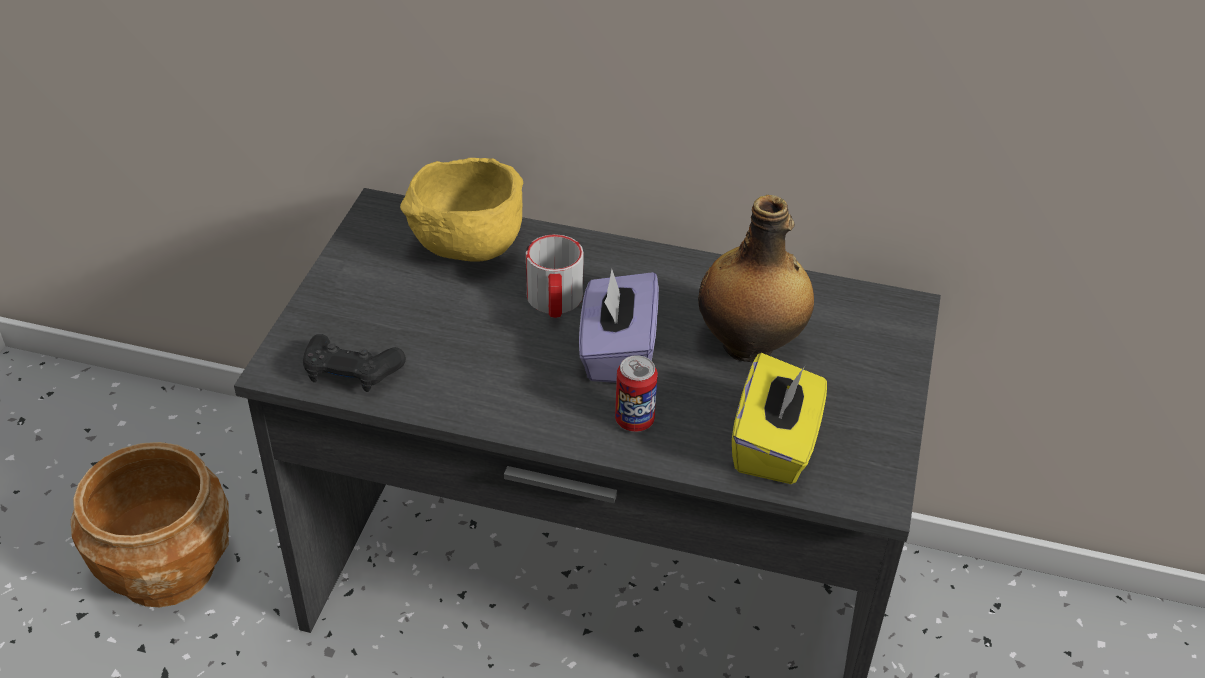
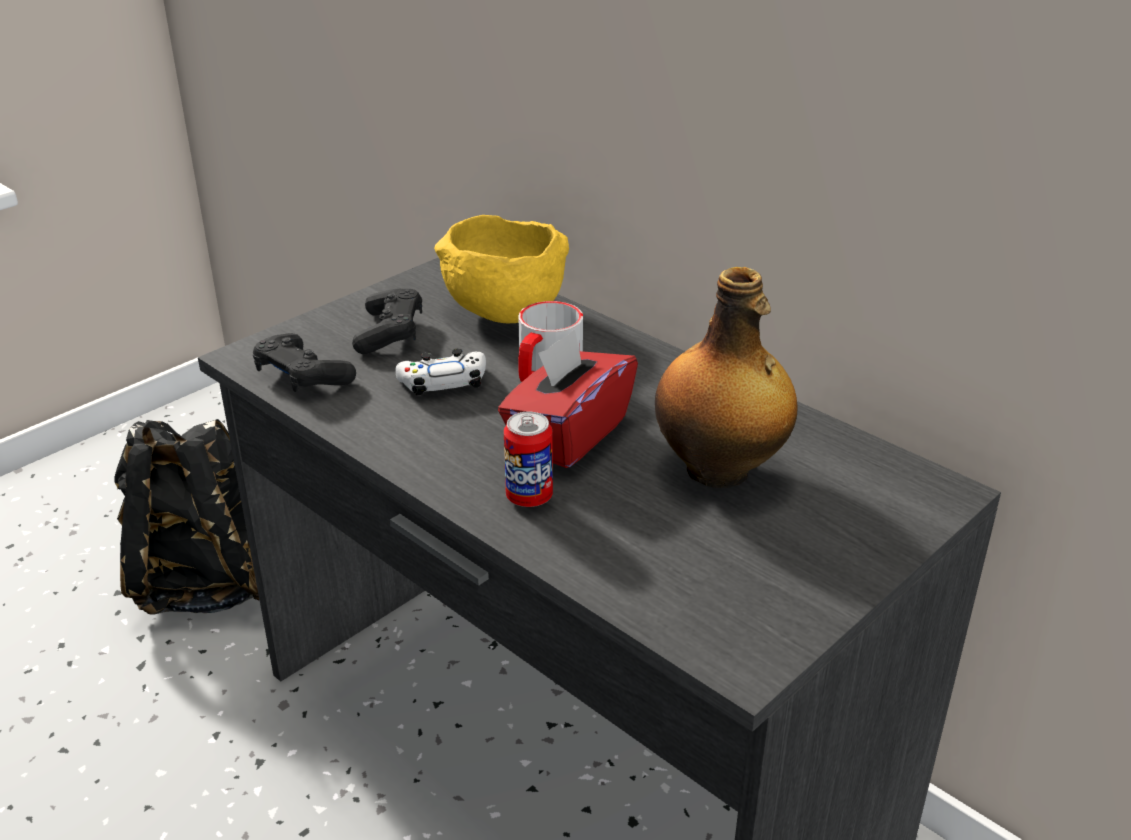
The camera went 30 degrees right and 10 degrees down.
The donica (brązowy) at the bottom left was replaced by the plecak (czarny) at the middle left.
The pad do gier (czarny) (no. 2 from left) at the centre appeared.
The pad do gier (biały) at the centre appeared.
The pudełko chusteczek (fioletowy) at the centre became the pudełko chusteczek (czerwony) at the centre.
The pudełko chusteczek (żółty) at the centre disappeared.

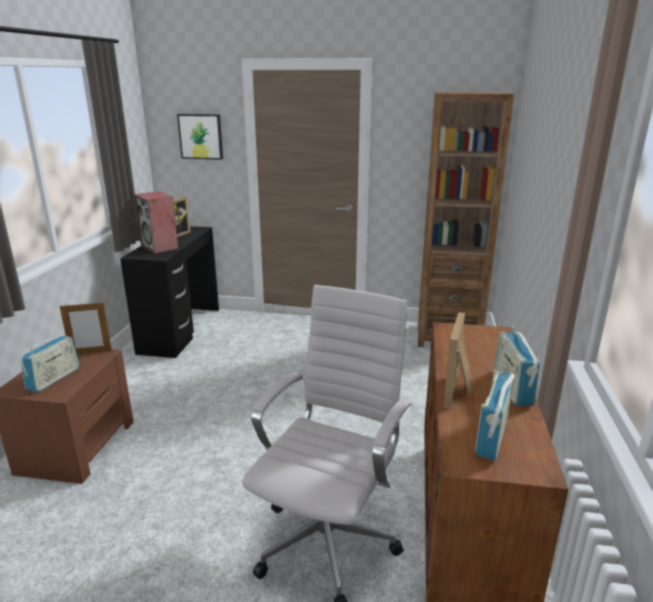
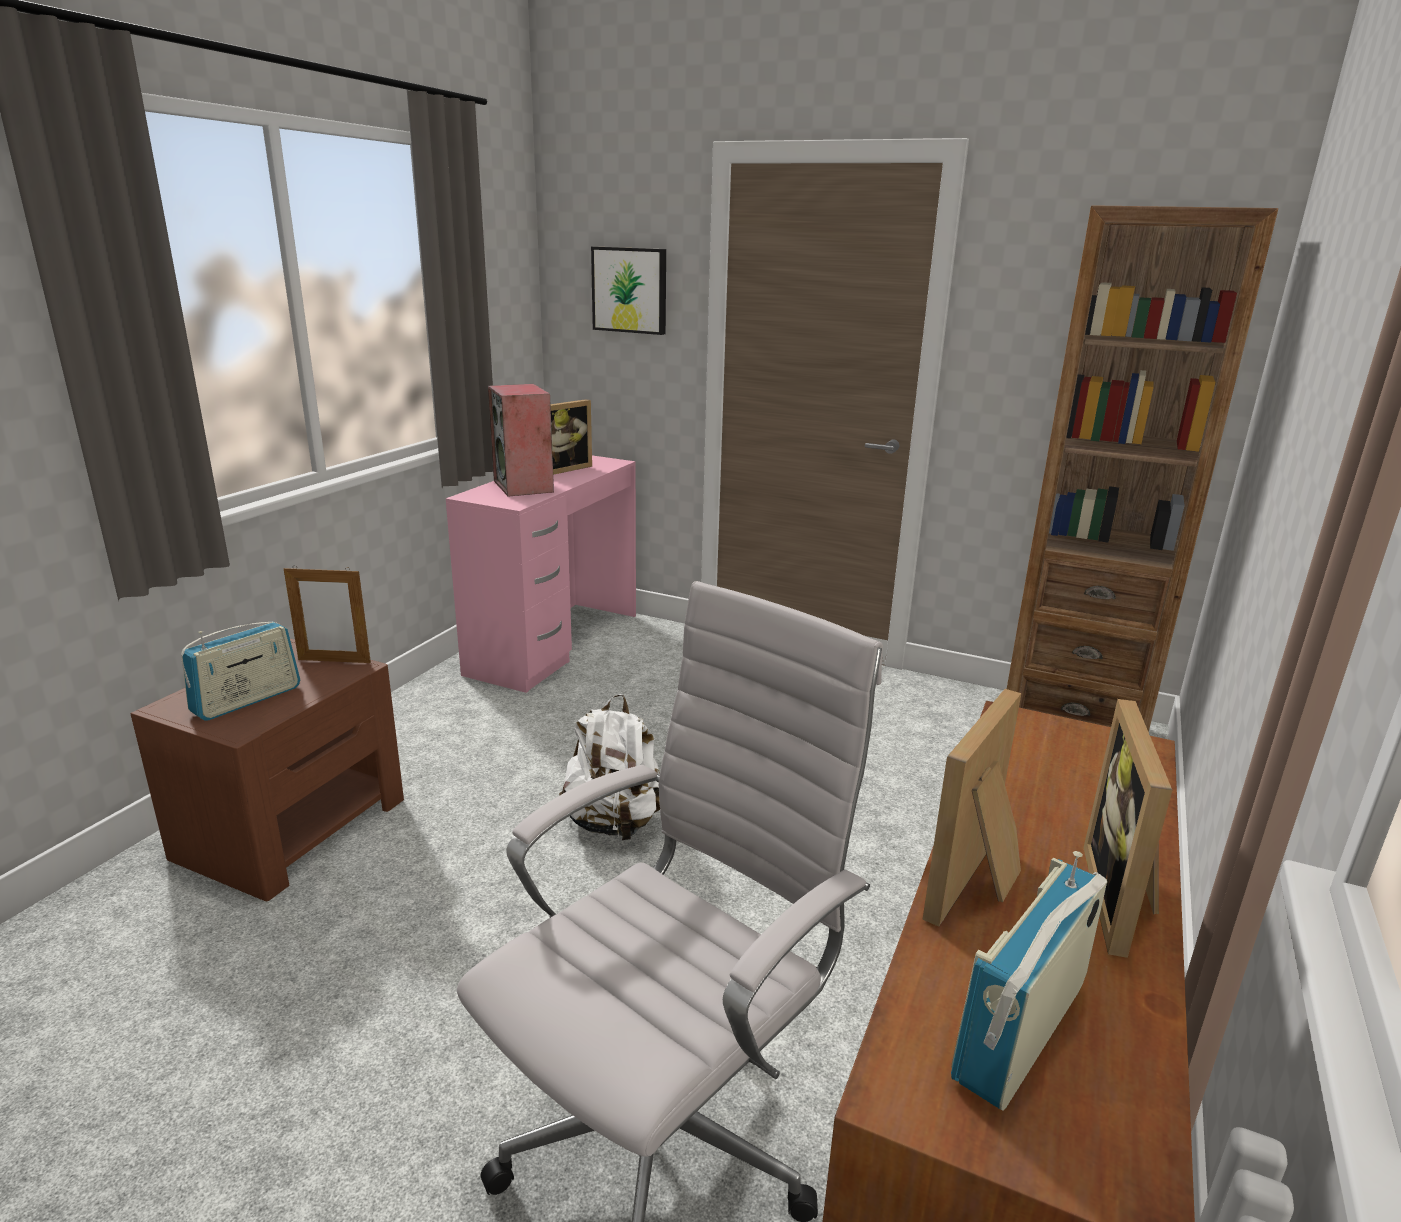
The camera went 15 degrees right and 0 degrees up.
The biurko (czarny) at the middle left became the biurko (różowy) at the centre.
The plecak (biały) at the centre appeared.
The radio (no. 3 from left) at the middle right was replaced by the ramka na zdjęcie (no. 4 from left) at the bottom right.

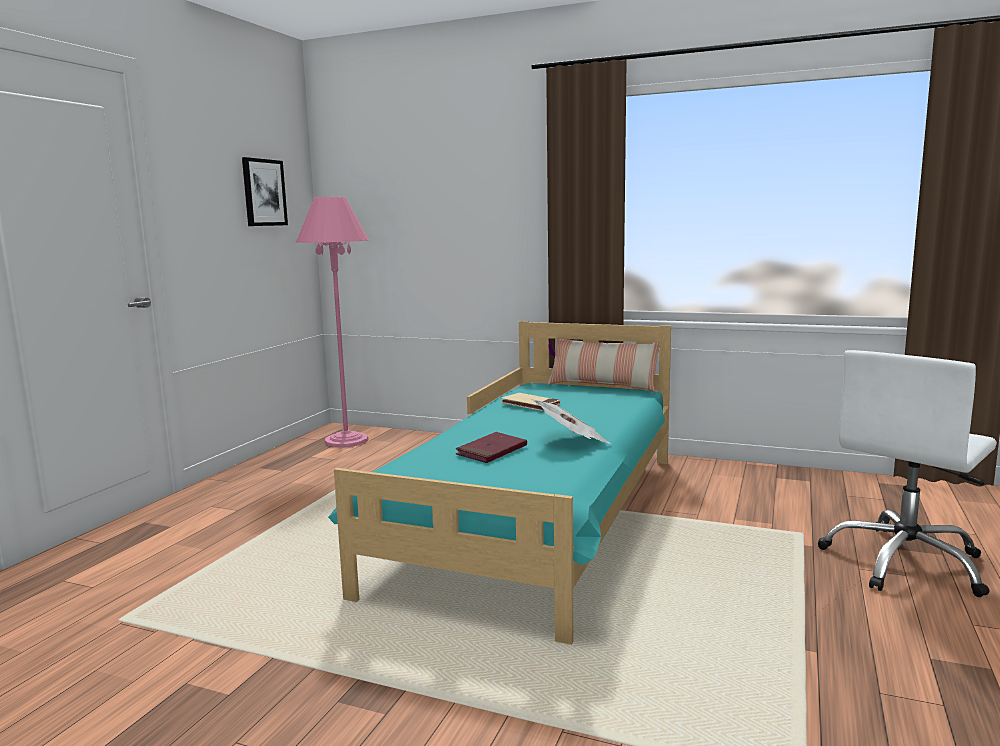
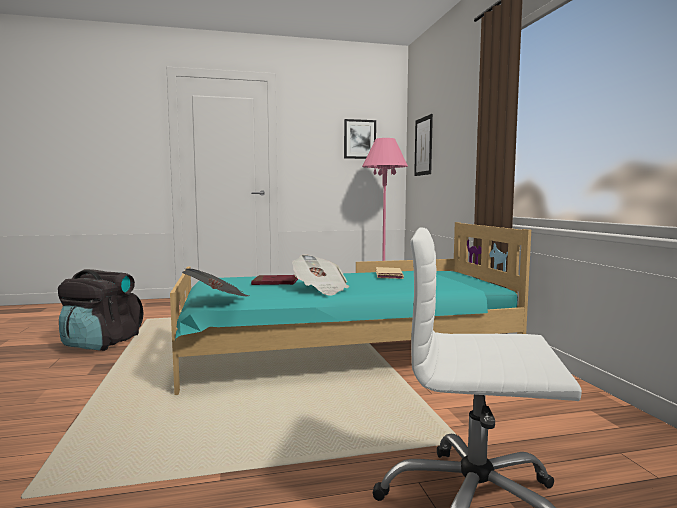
The camera went 55 degrees right and 5 degrees down.
The plecak (czarny) at the middle left appeared.
The gazeta (no. 1 from left) at the middle left appeared.
The obraz (no. 2 from left) at the top centre appeared.
The poduszka at the centre disappeared.

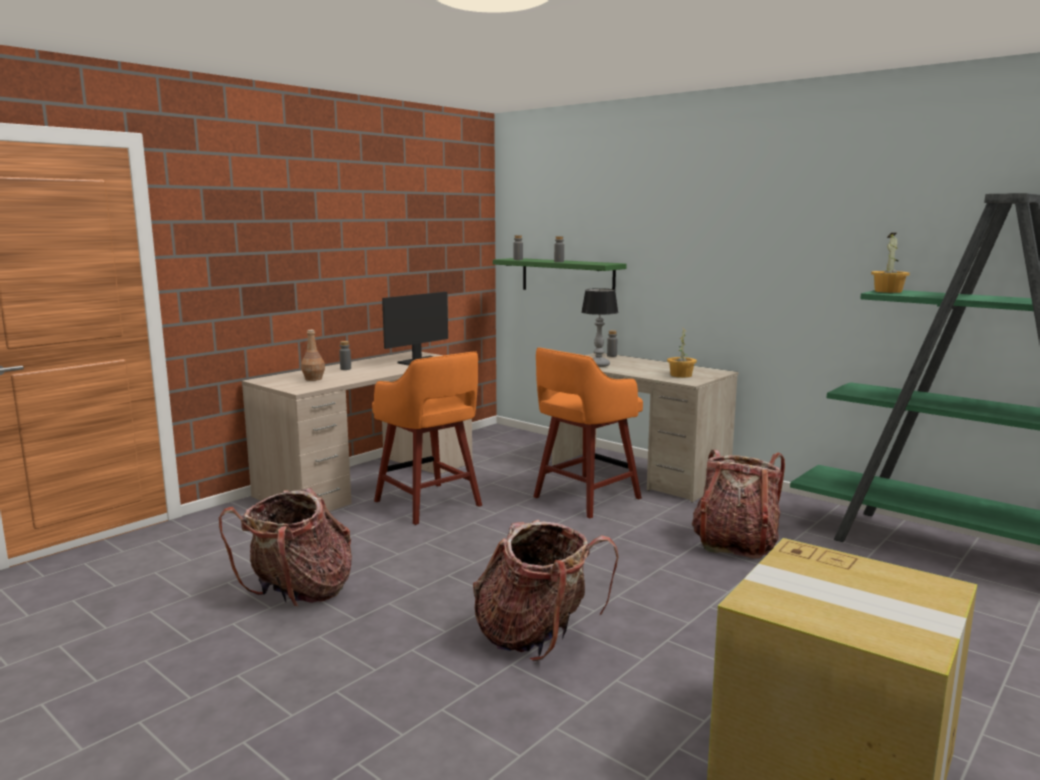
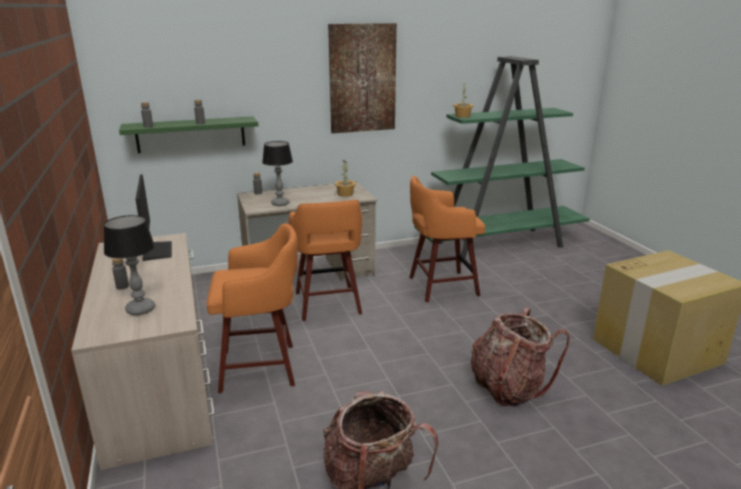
The camera went 60 degrees left and 10 degrees up.
The butelka (brązowy) at the middle left was replaced by the lampa stołowa (no. 1 from left) at the middle left.
The obraz at the top centre appeared.
The plecak (no. 3 from left) at the middle right was replaced by the stołek (pomarańczowy) (no. 3 from left) at the centre.

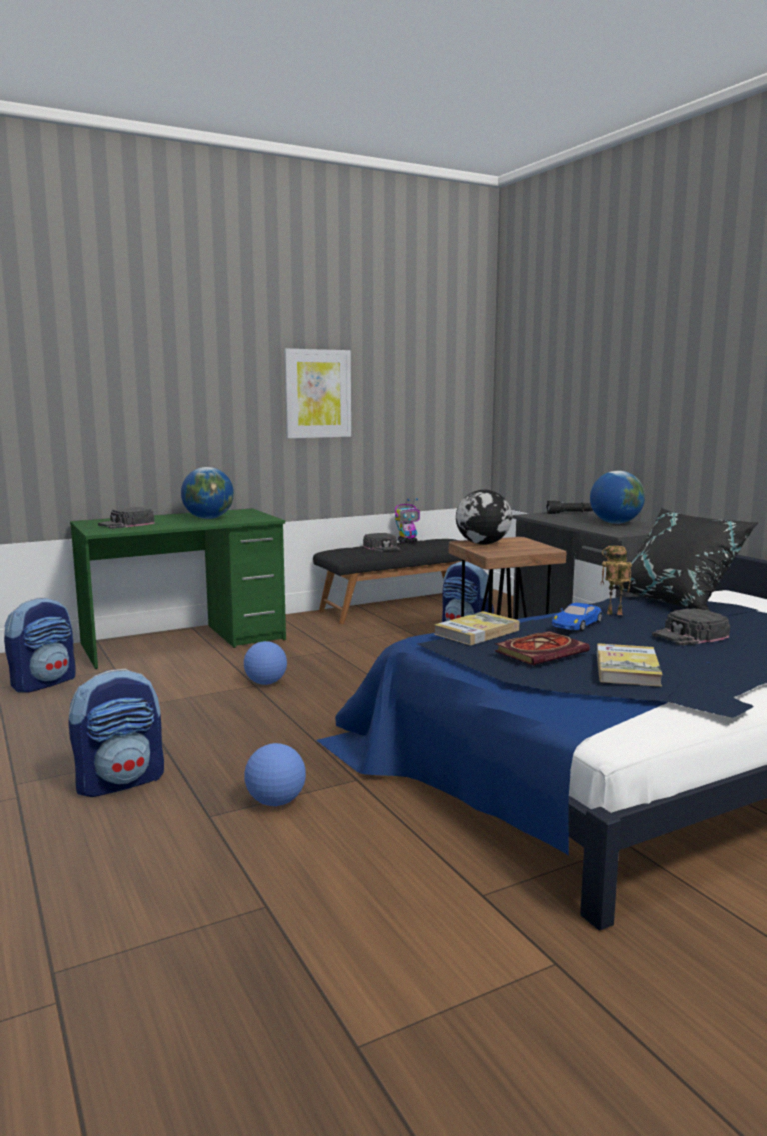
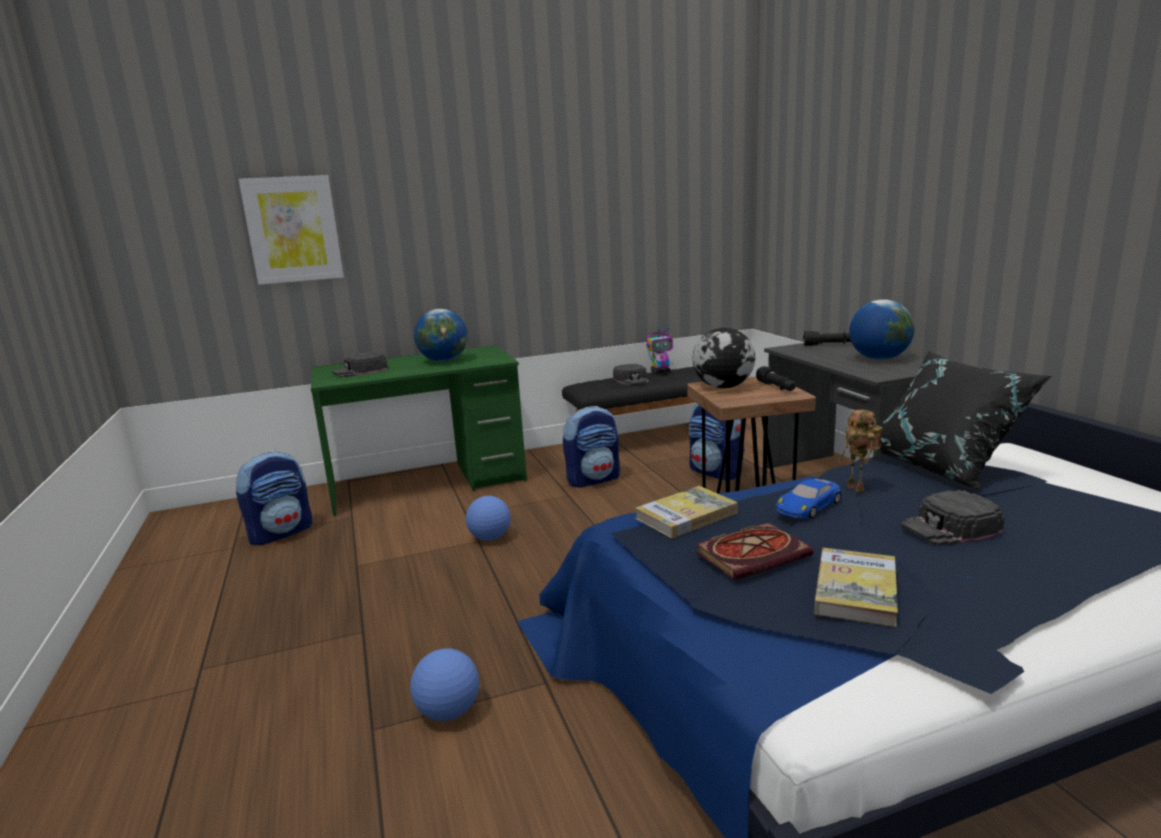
The camera went 10 degrees right and 5 degrees up.
The obraz moved from the centre to the top left.
The plecak (no. 2 from left) moved from the middle left to the centre.
The latarka (czarny) (no. 1 from left) at the middle right appeared.
The robot zabawkowy (no. 2 from left) at the middle right turned 135 degrees counterclockwise.

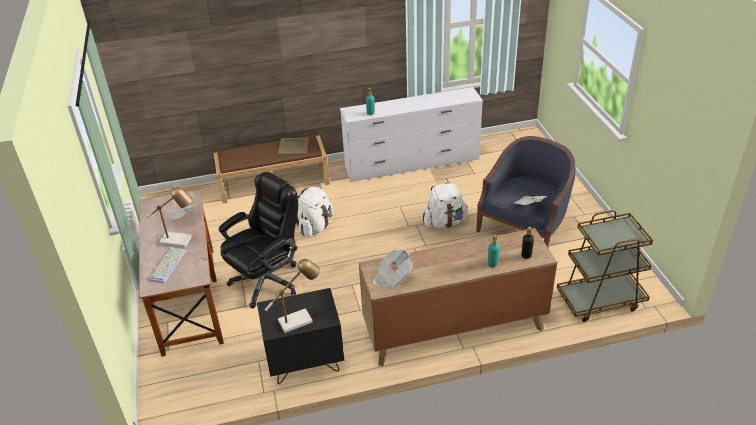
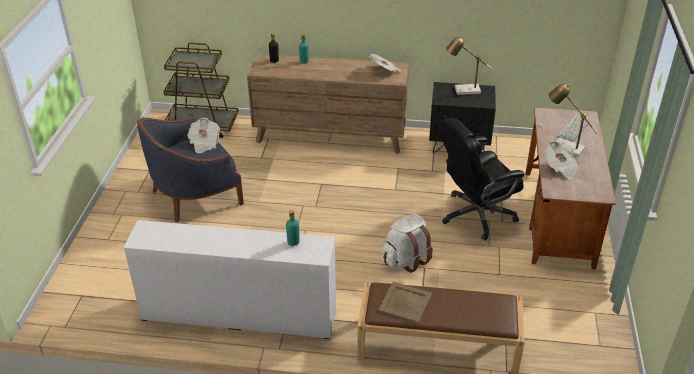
The camera went 160 degrees left and 0 degrees up.
The plecak (biały) (no. 2 from left) at the centre disappeared.

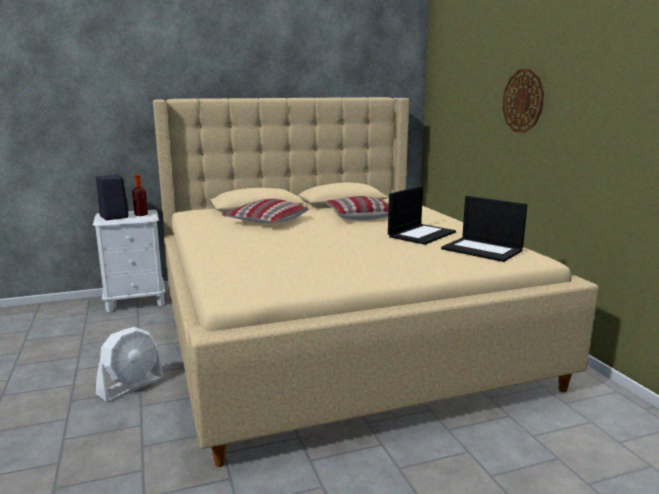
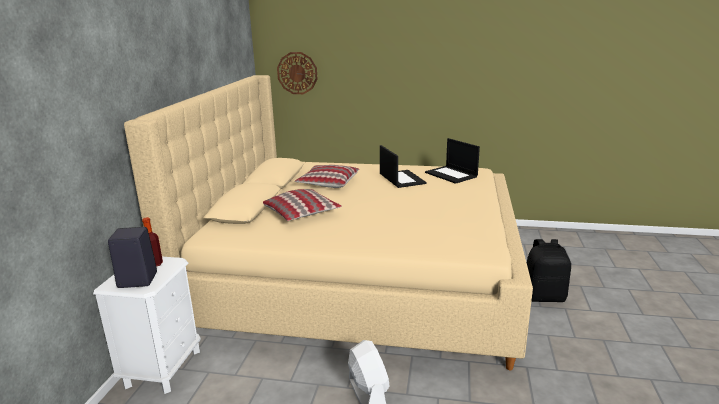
The camera went 60 degrees left and 5 degrees up.
The zegar ścienny moved from the top right to the top centre.
The laptop (no. 2 from left) at the middle right turned 75 degrees clockwise.
The plecak (czarny) at the bottom right appeared.

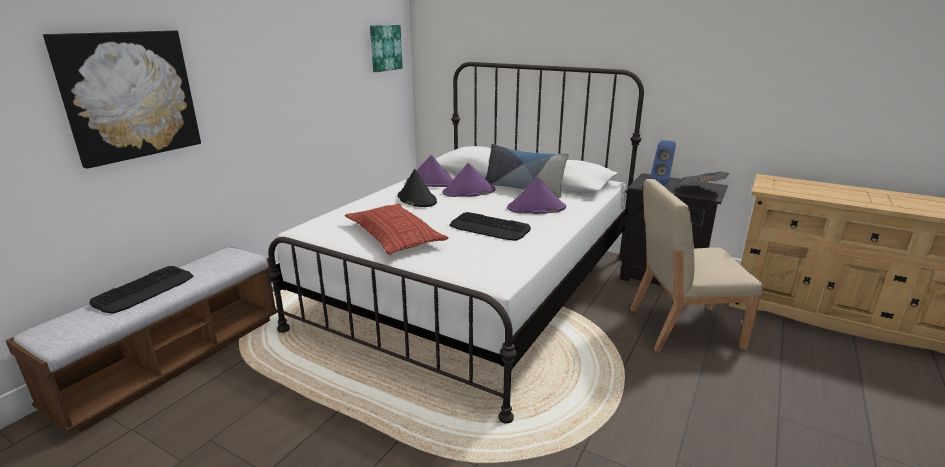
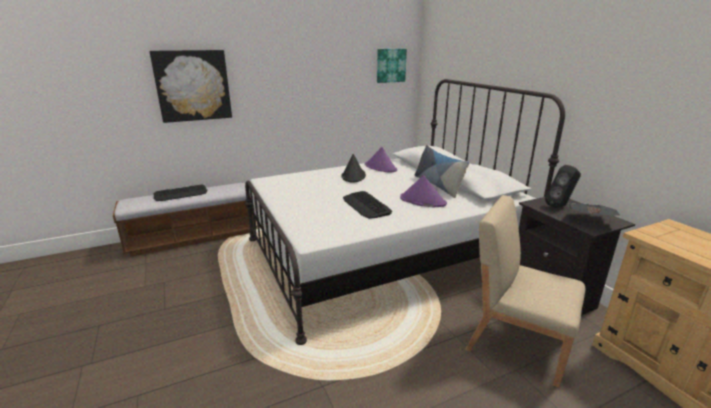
The camera went 35 degrees right and 0 degrees up.
The głośnik (niebieski) at the middle right became the głośnik (czarny) at the middle right.
The poduszka (no. 1 from left) at the centre disappeared.
The kapelusz (fioletowy) (no. 2 from left) at the centre disappeared.

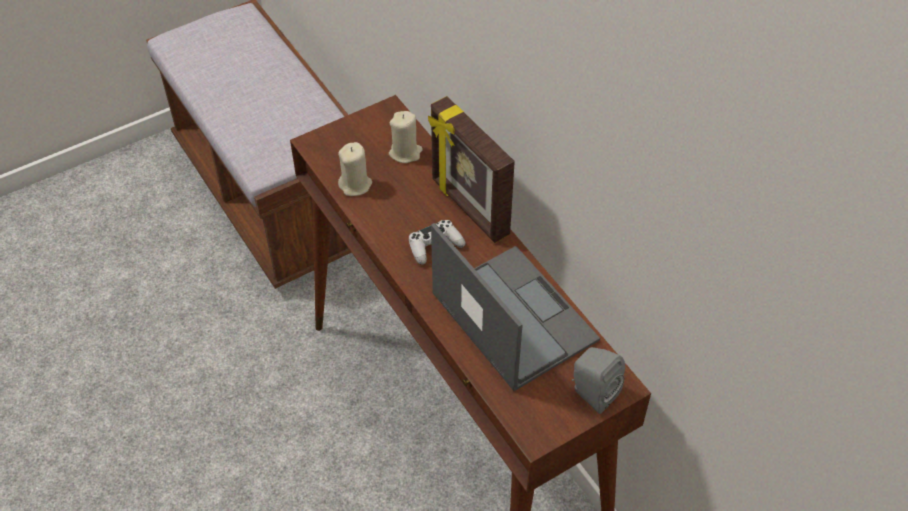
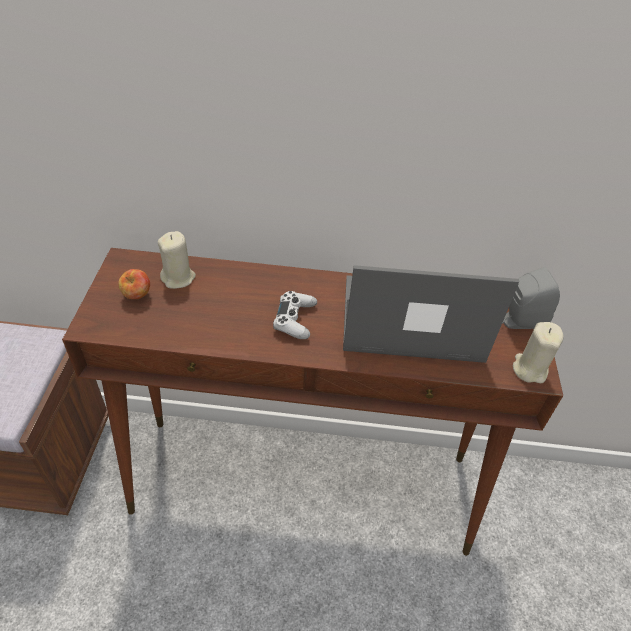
The camera went 55 degrees left and 5 degrees down.
The jabłko at the middle left appeared.
The świeca (beżowy) (no. 1 from left in the first image) moved from the top centre to the middle right.
The ramka na zdjęcie at the top centre disappeared.

